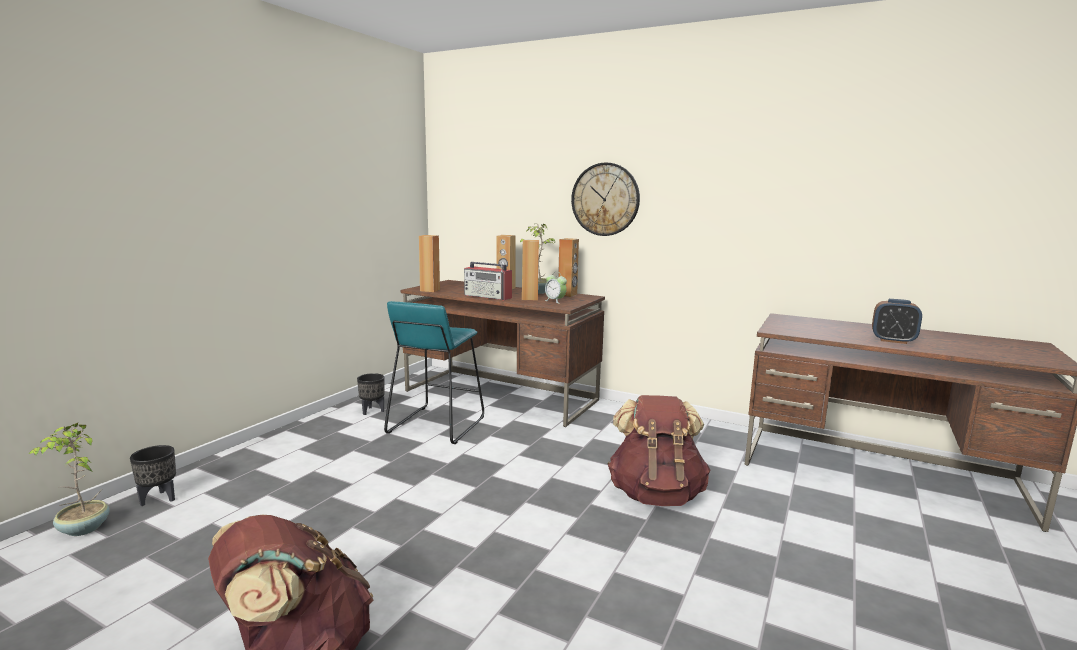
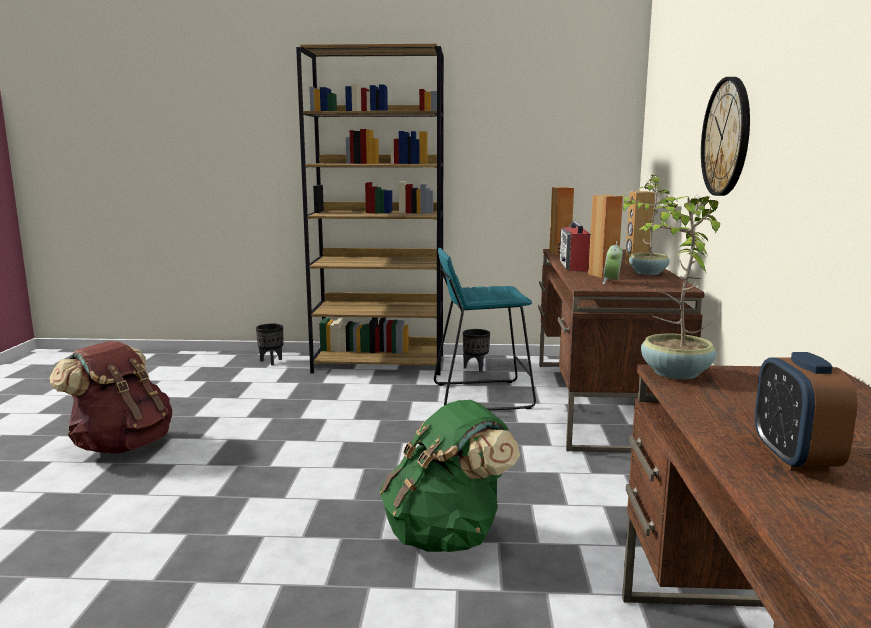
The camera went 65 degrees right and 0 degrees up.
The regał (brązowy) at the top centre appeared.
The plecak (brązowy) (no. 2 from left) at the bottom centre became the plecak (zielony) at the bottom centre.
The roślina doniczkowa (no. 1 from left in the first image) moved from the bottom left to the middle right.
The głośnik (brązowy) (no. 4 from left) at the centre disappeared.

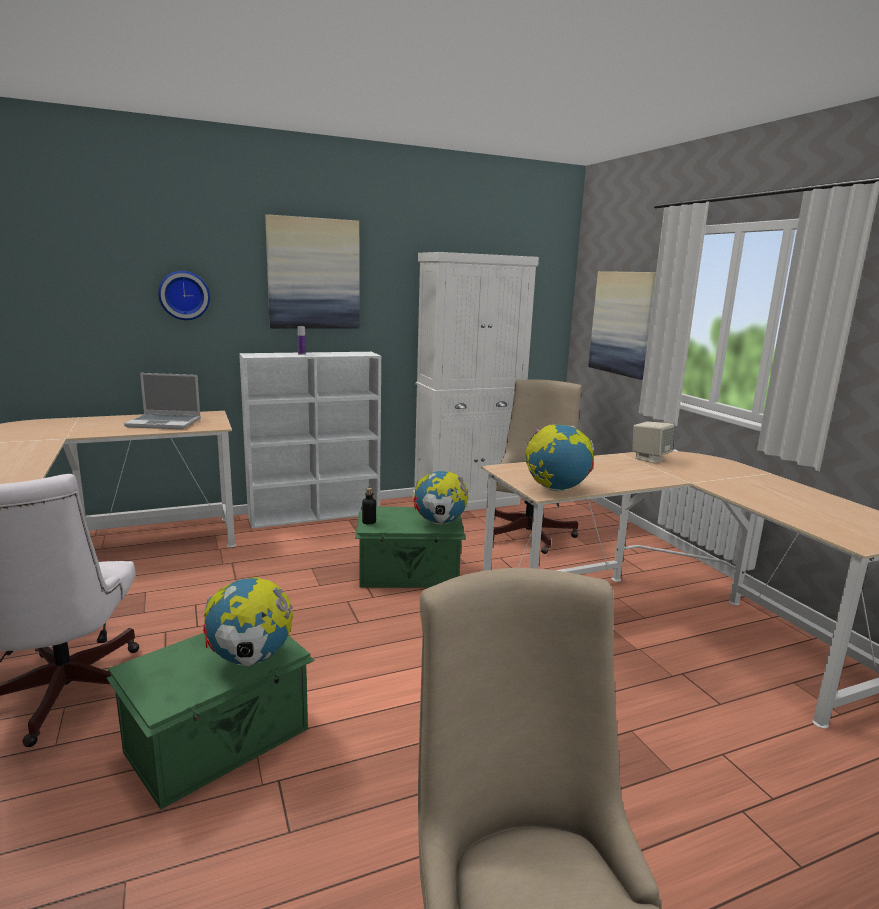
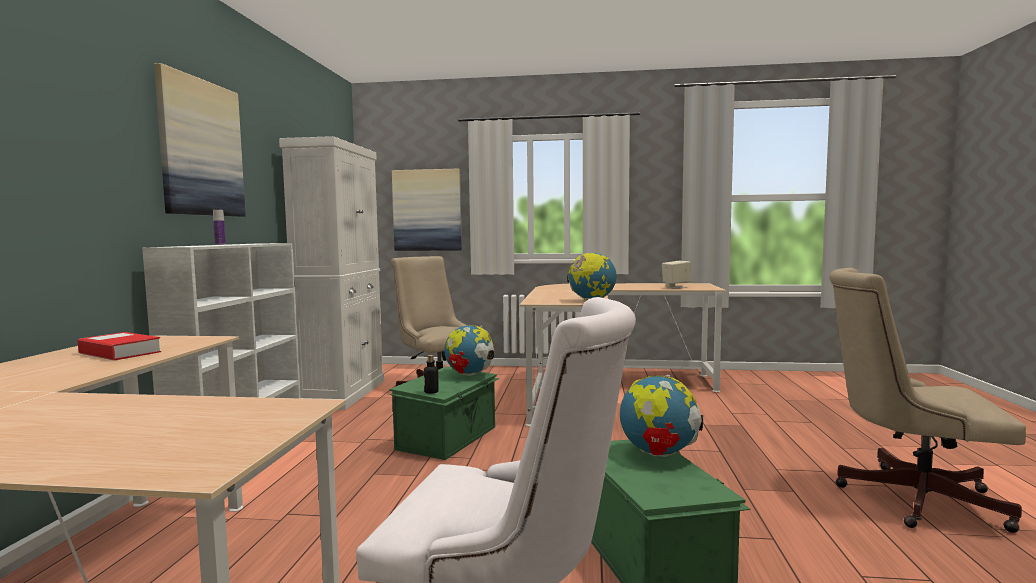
The camera went 60 degrees left and 10 degrees down.
The laptop at the middle left was replaced by the książka at the middle left.
The głośnik (beżowy) moved from the middle right to the centre.
The zegar ścienny at the top left disappeared.

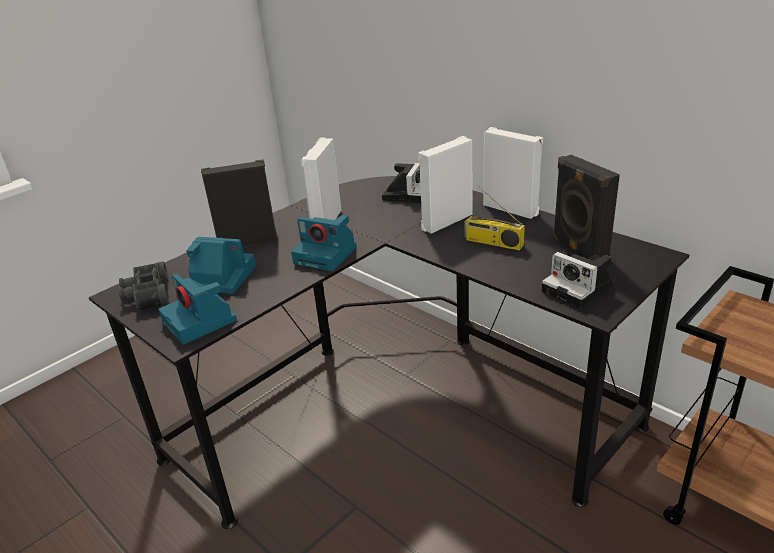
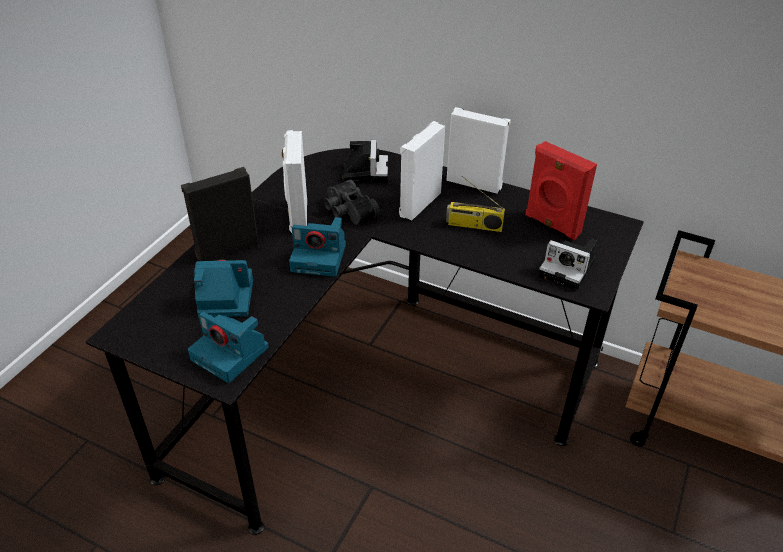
The camera went 20 degrees left and 10 degrees up.
The lornetka (czarny) moved from the middle left to the centre.
The głośnik (czarny) (no. 2 from left) at the middle right became the głośnik (czerwony) at the middle right.

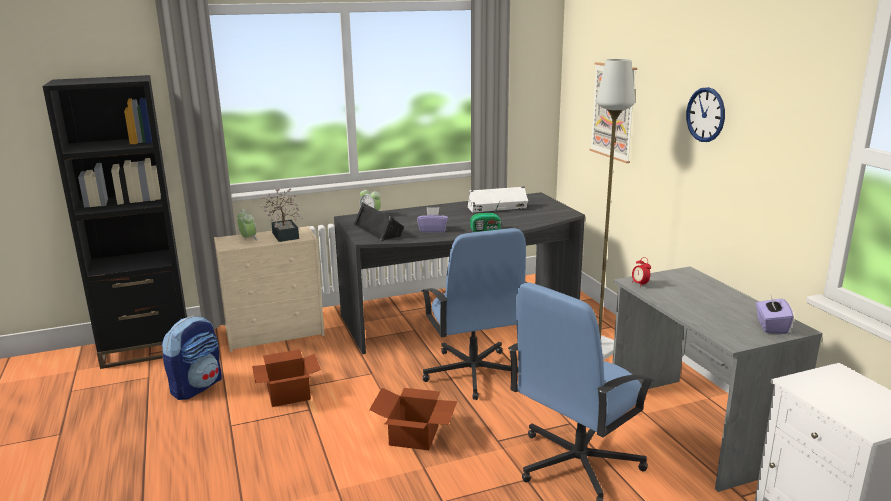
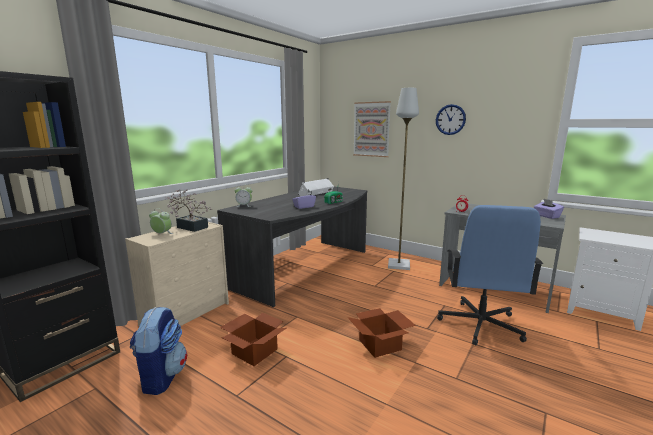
The camera went 35 degrees left and 5 degrees down.
The głośnik (czarny) at the centre disappeared.
The krzesło biurowe (niebieski) (no. 1 from left) at the centre disappeared.

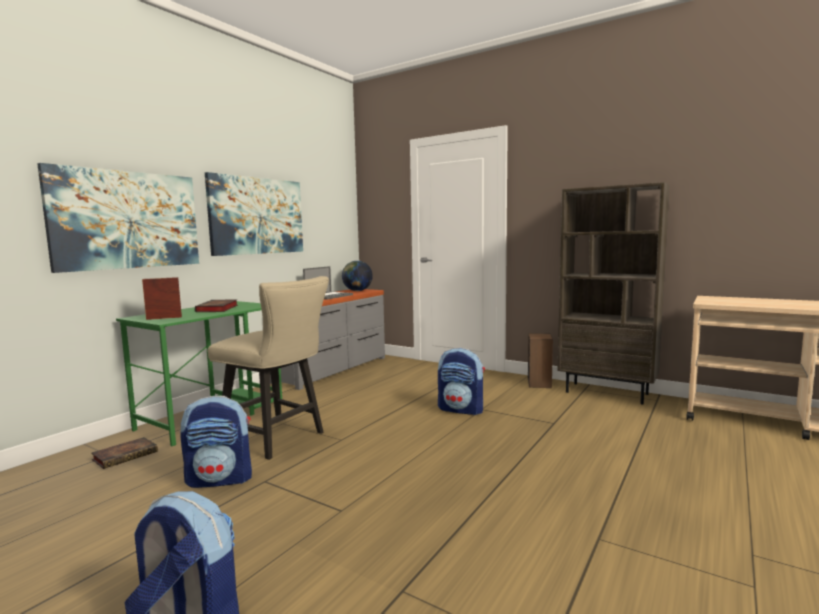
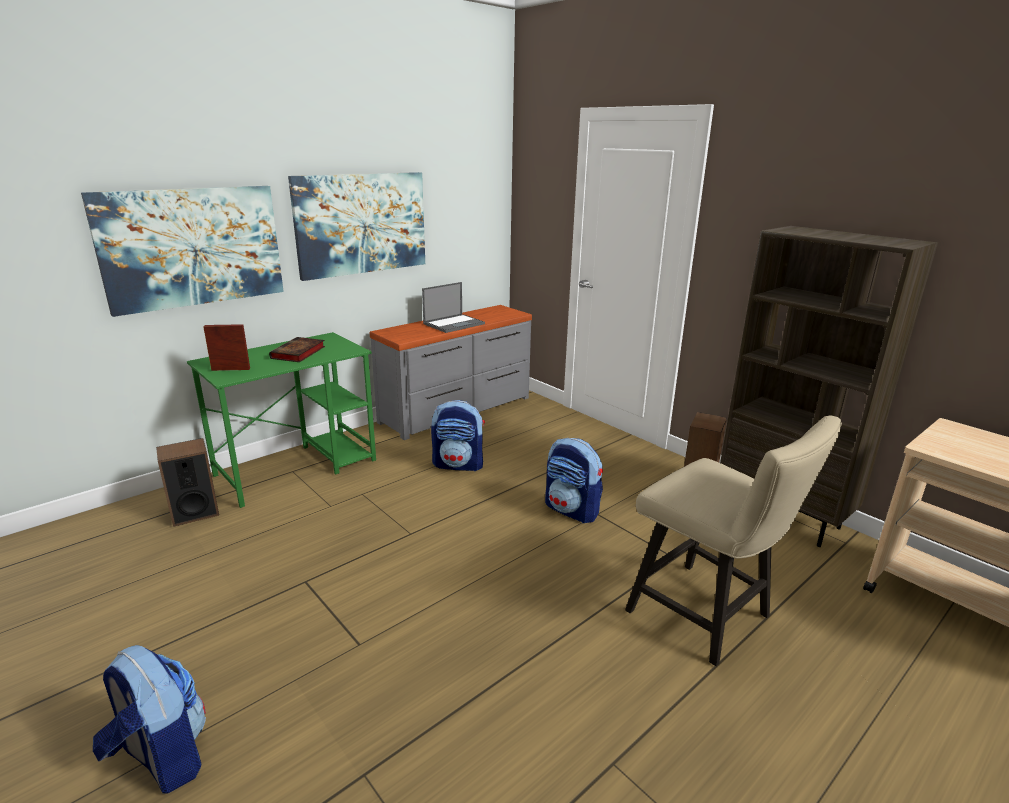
The camera went 15 degrees right and 15 degrees up.
The książka (no. 1 from left) at the bottom left was replaced by the głośnik (no. 1 from left) at the middle left.
The plecak (no. 2 from left) moved from the bottom left to the centre.
The krzesło (beżowy) moved from the middle left to the bottom right.
The globus at the centre disappeared.

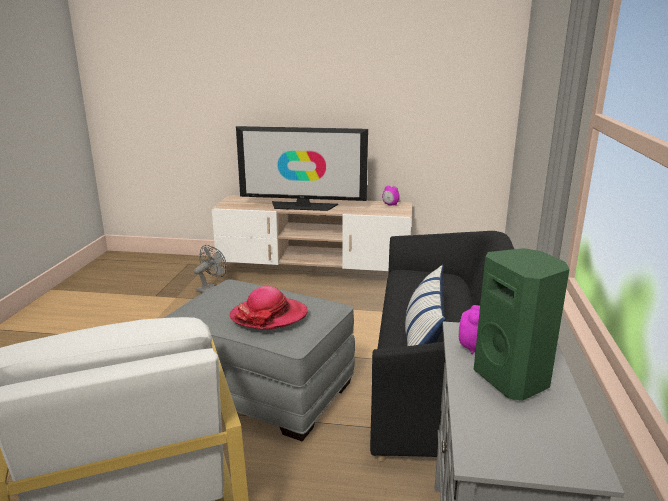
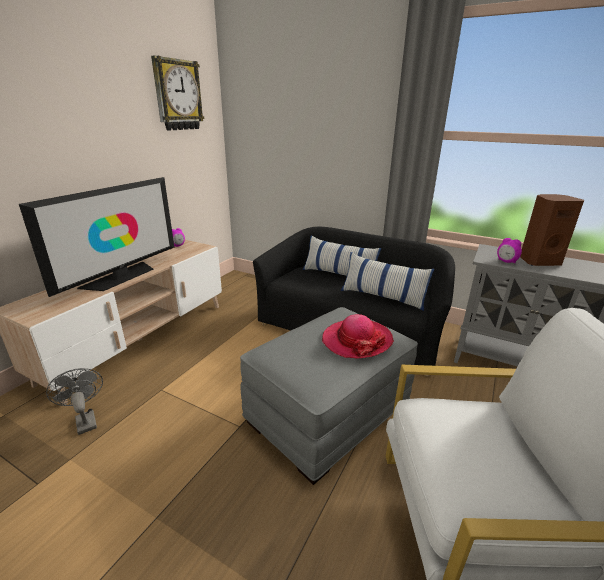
The camera went 70 degrees left and 5 degrees up.
The zegar ścienny at the top left appeared.
The poduszka (no. 1 from left) at the centre appeared.
The głośnik (zielony) at the middle right became the głośnik (brązowy) at the middle right.

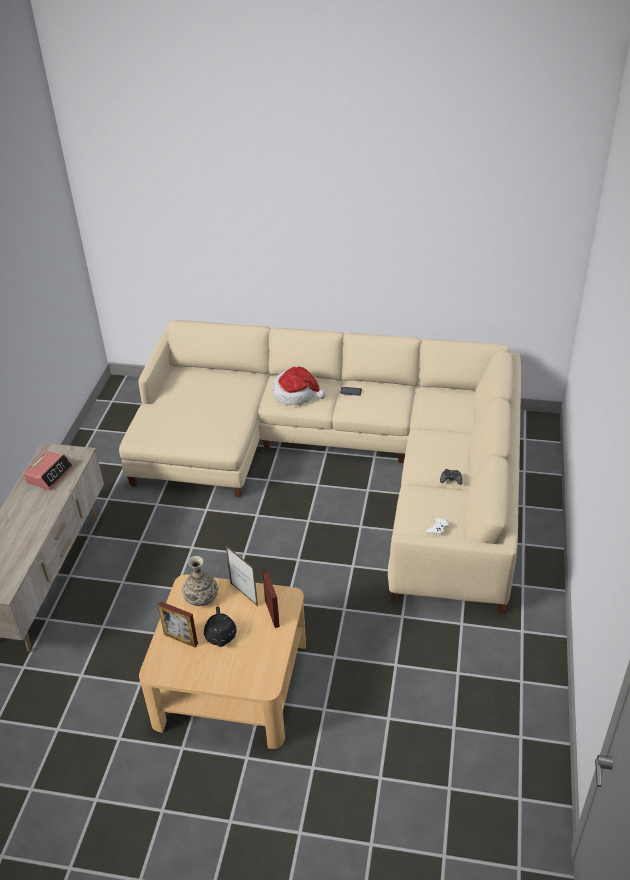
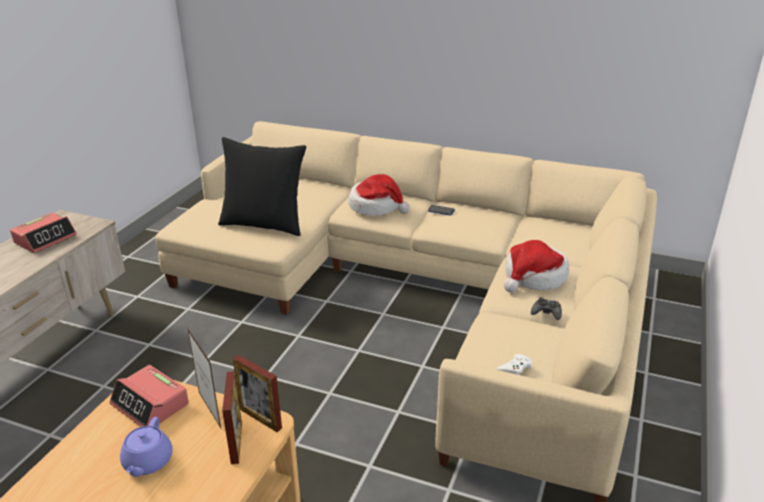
The camera went 10 degrees right and 10 degrees down.
The wazon at the middle left was replaced by the budzik (no. 2 from left) at the bottom left.
The imbryk (czarny) at the bottom centre became the imbryk (fioletowy) at the bottom left.
The poduszka (czarny) at the centre appeared.
The ramka na zdjęcie (no. 1 from left in the first image) moved from the bottom left to the bottom centre.
The kapelusz (no. 2 from left) at the middle right appeared.

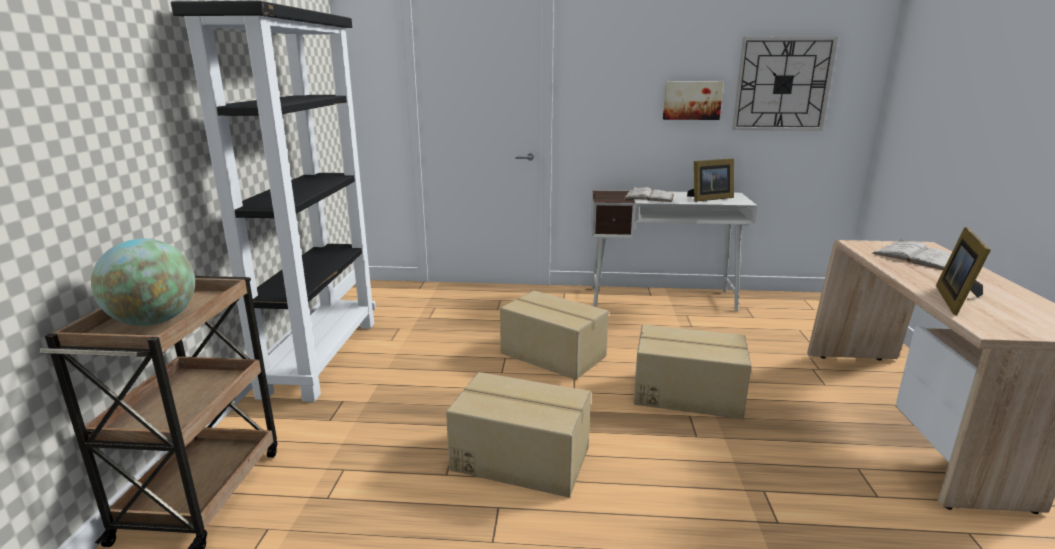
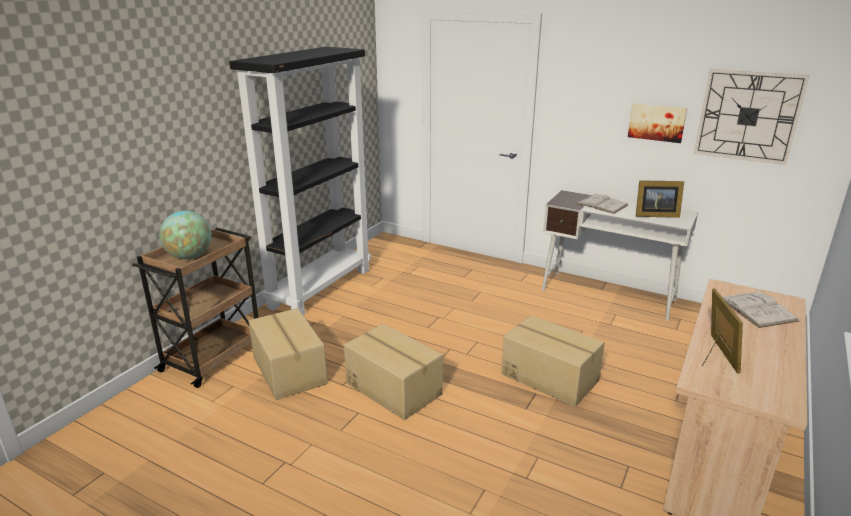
The camera went 25 degrees right and 5 degrees up.
The karton (no. 2 from left in the first image) moved from the centre to the bottom centre.
The ramka na zdjęcie (no. 2 from left) at the middle right turned 135 degrees clockwise.

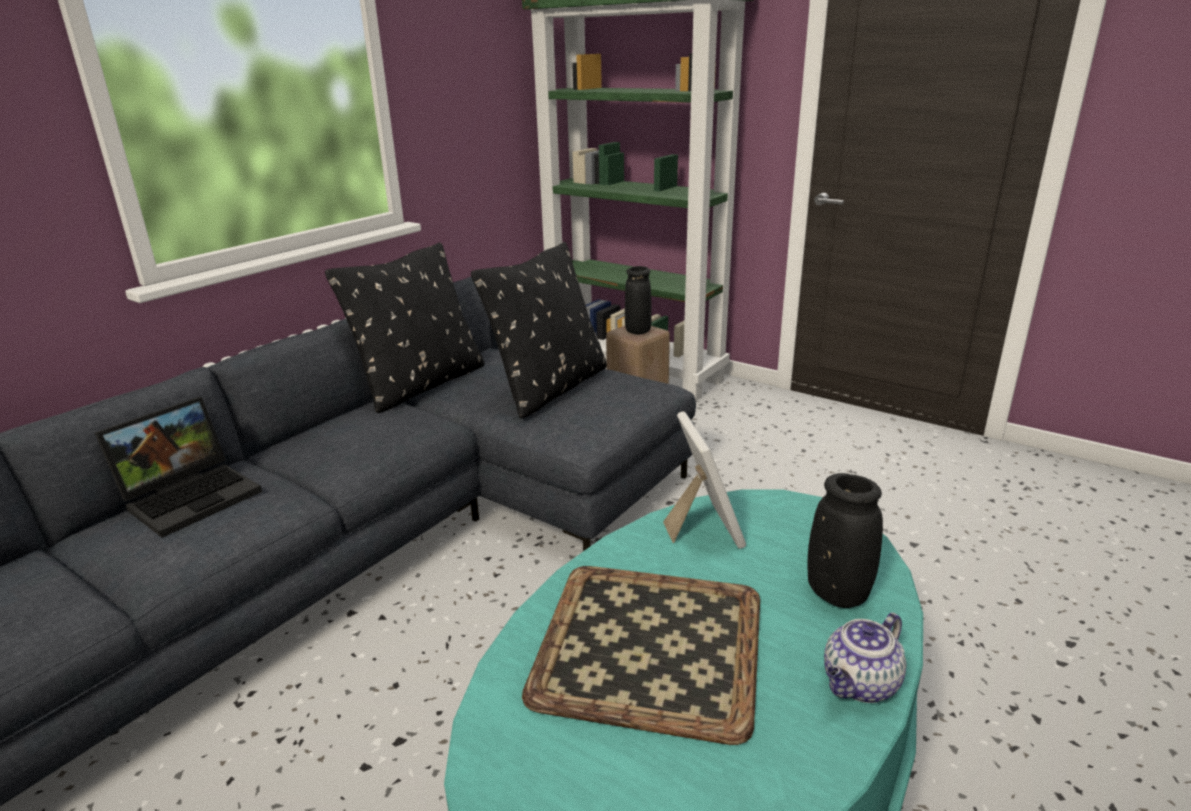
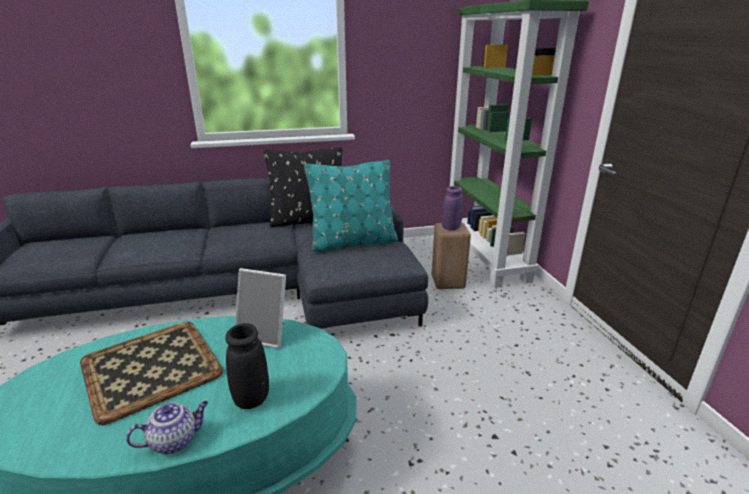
The camera went 40 degrees right and 0 degrees up.
The imbryk at the bottom right turned 150 degrees clockwise.
The ramka na zdjęcie at the centre turned 75 degrees clockwise.
The poduszka (czarny) (no. 2 from left) at the centre became the poduszka (turkusowy) at the centre.
The wazon (czarny) (no. 1 from left) at the centre became the wazon (fioletowy) at the centre.
The laptop at the middle left disappeared.

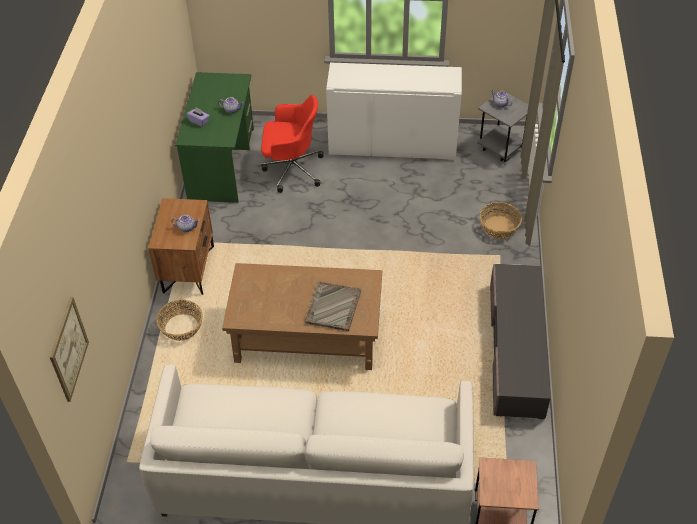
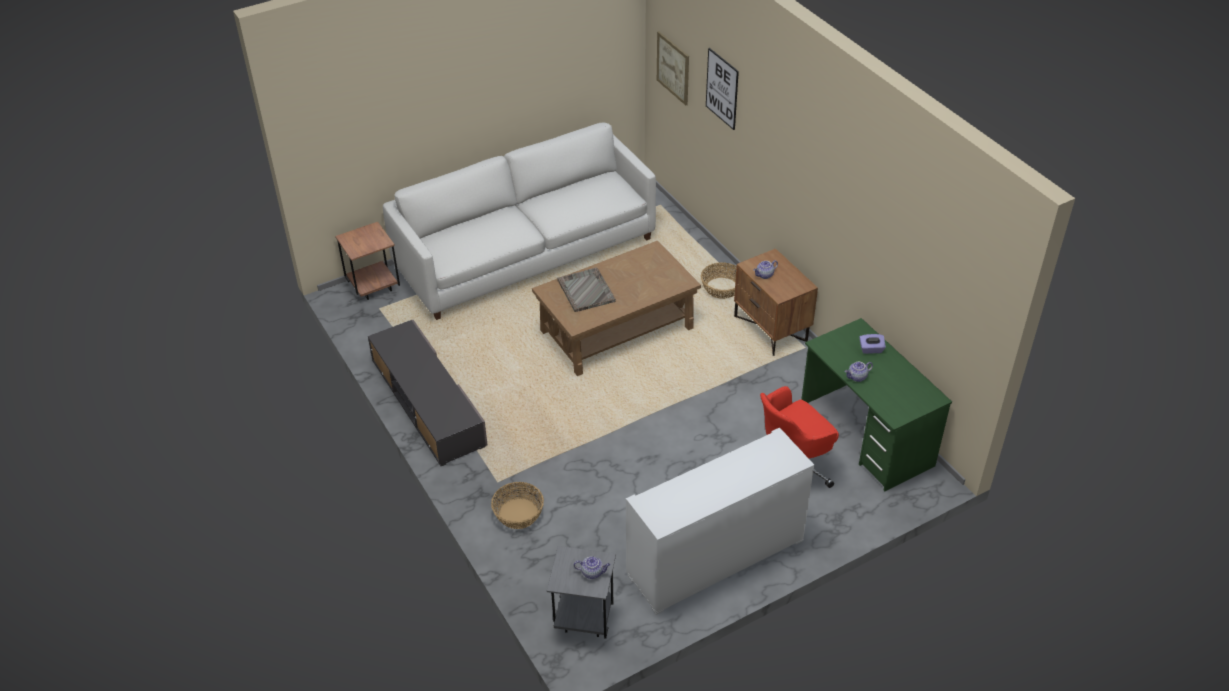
The camera went 145 degrees right and 5 degrees down.
The obraz (no. 2 from left) at the top centre appeared.

